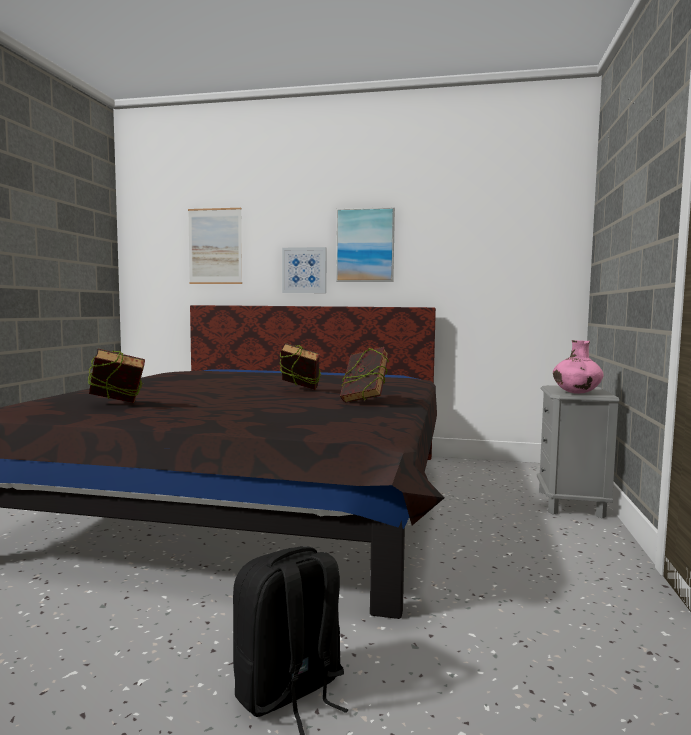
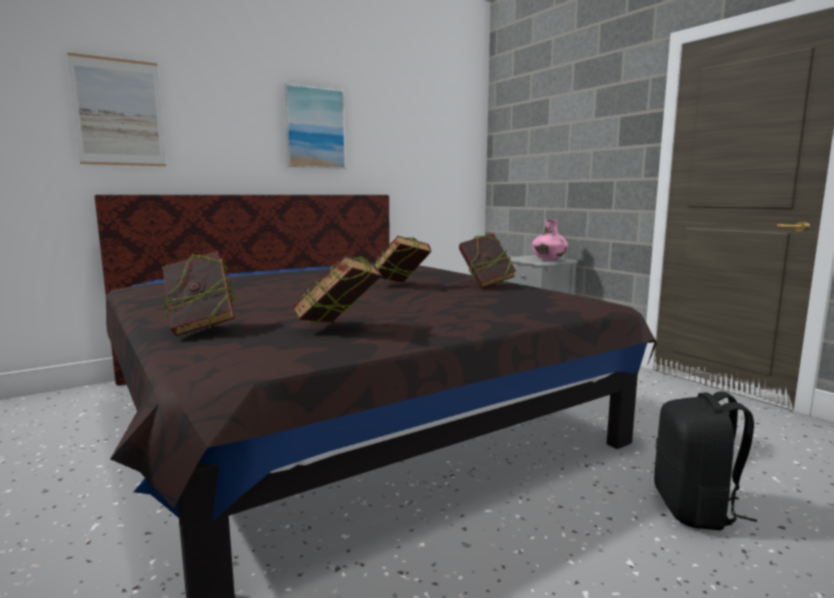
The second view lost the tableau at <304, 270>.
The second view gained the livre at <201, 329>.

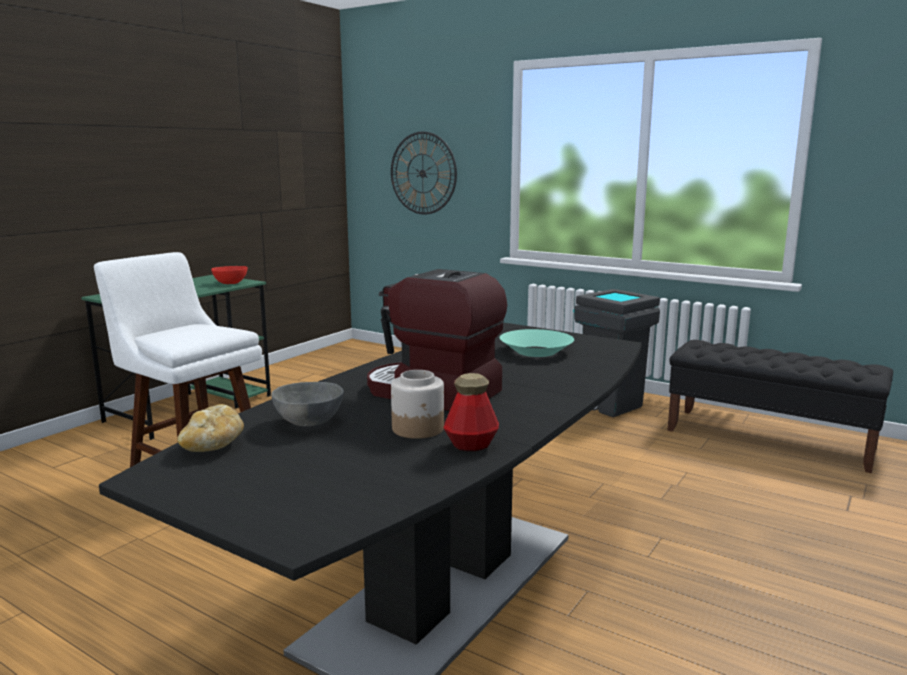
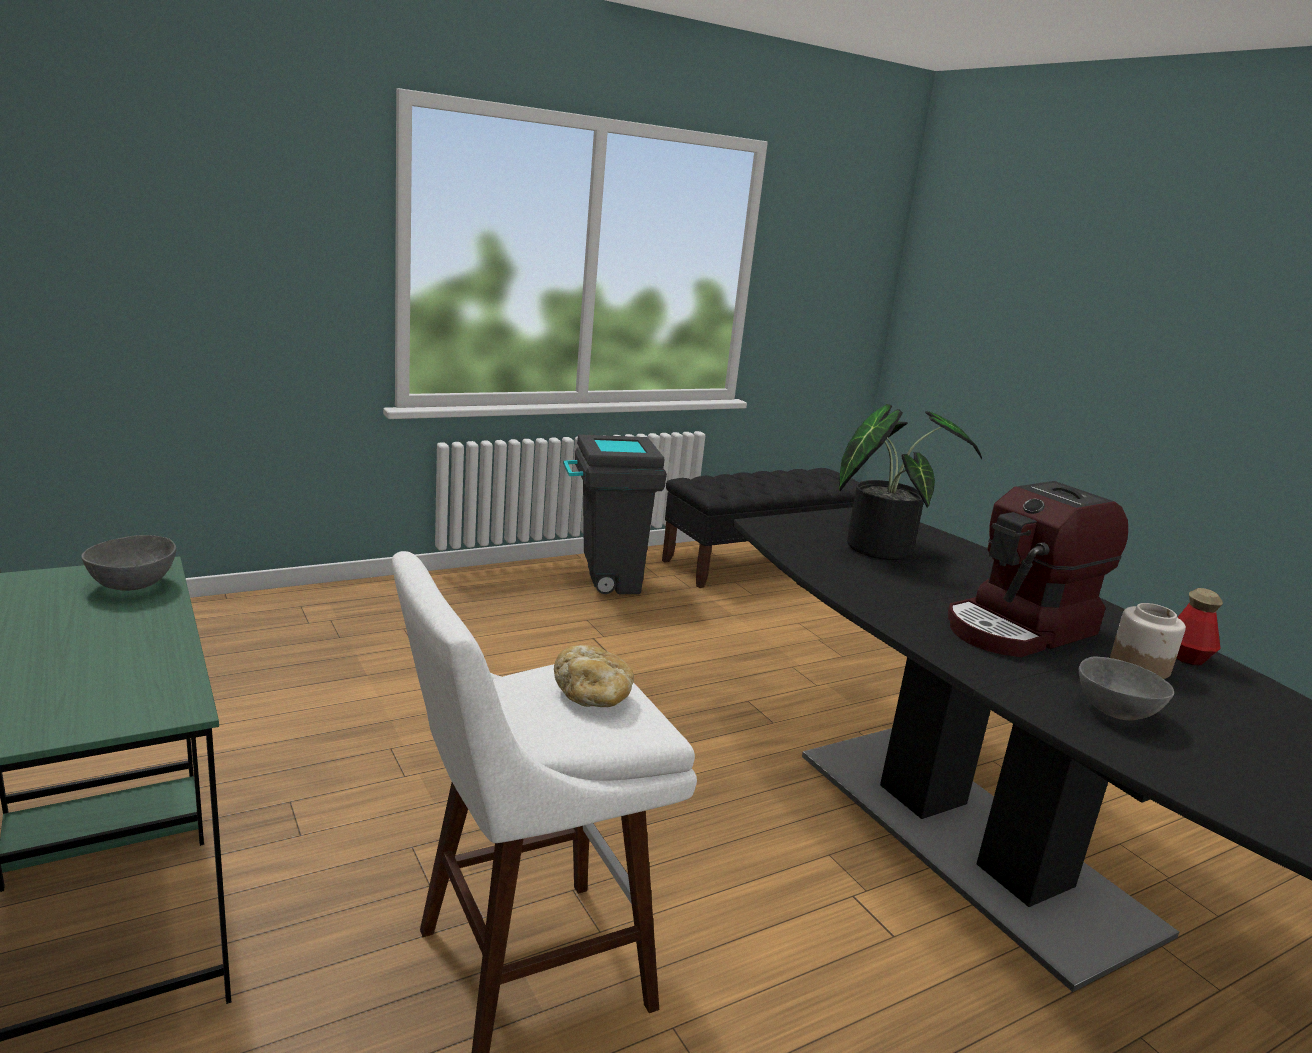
The second view lost the horloge murale at <423, 173>.
The pain ended up elsewhere, having gone from <213, 446> to <593, 696>.
Where the bol/turquoise stood at <536, 351>, the plante en pot came to stand at <880, 546>.
What was the bol/rouge at <231, 283> turned into the bol/gris at <135, 585>.

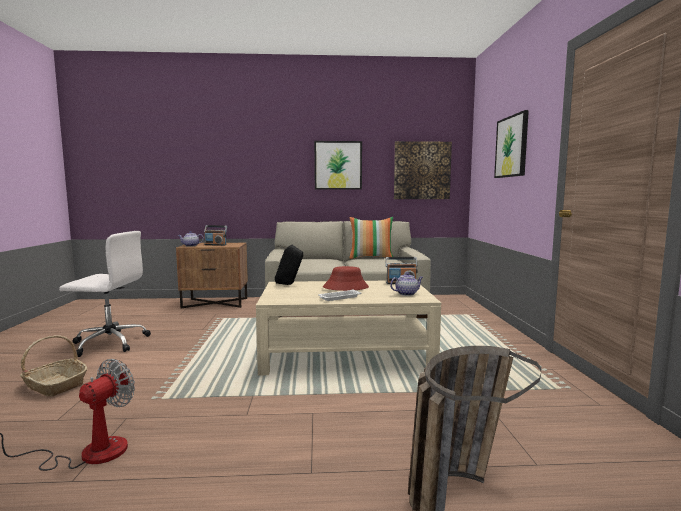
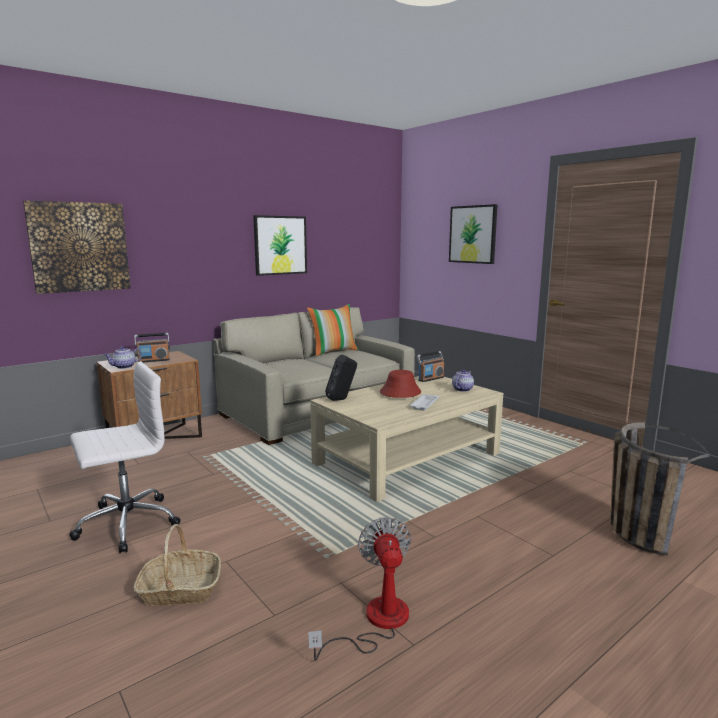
The tableau ended up elsewhere, having gone from <422, 170> to <79, 247>.

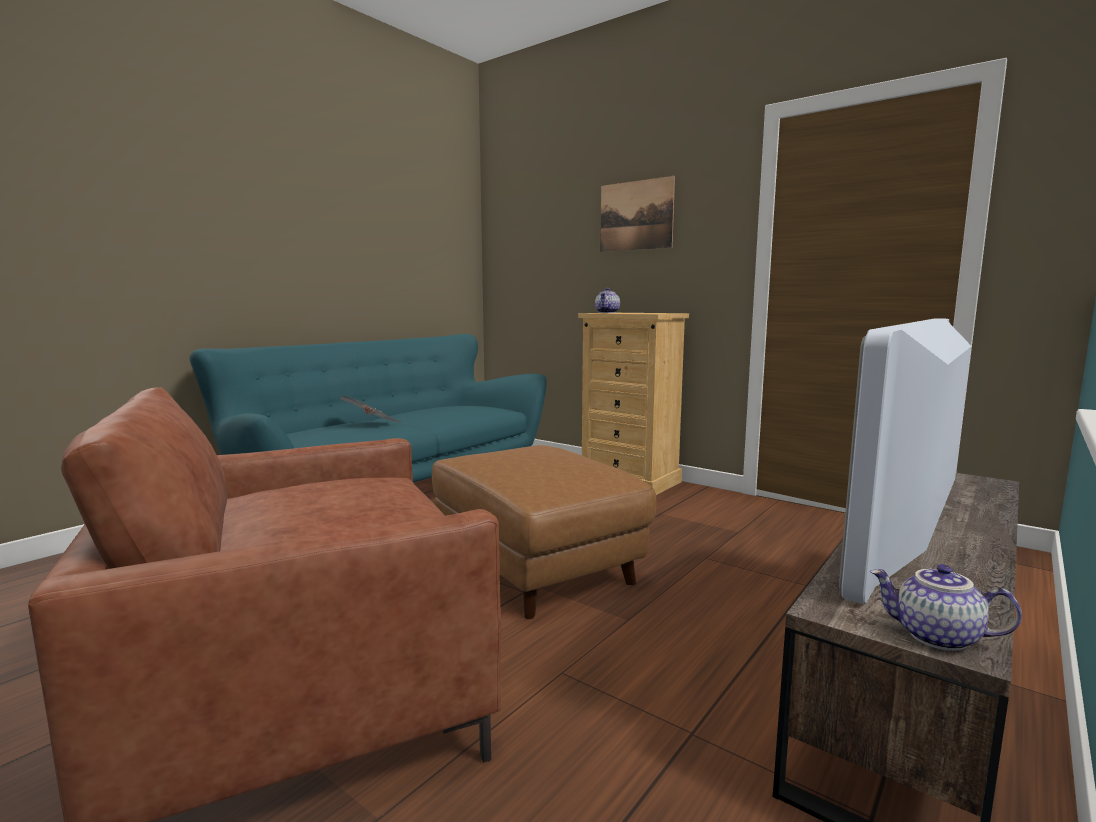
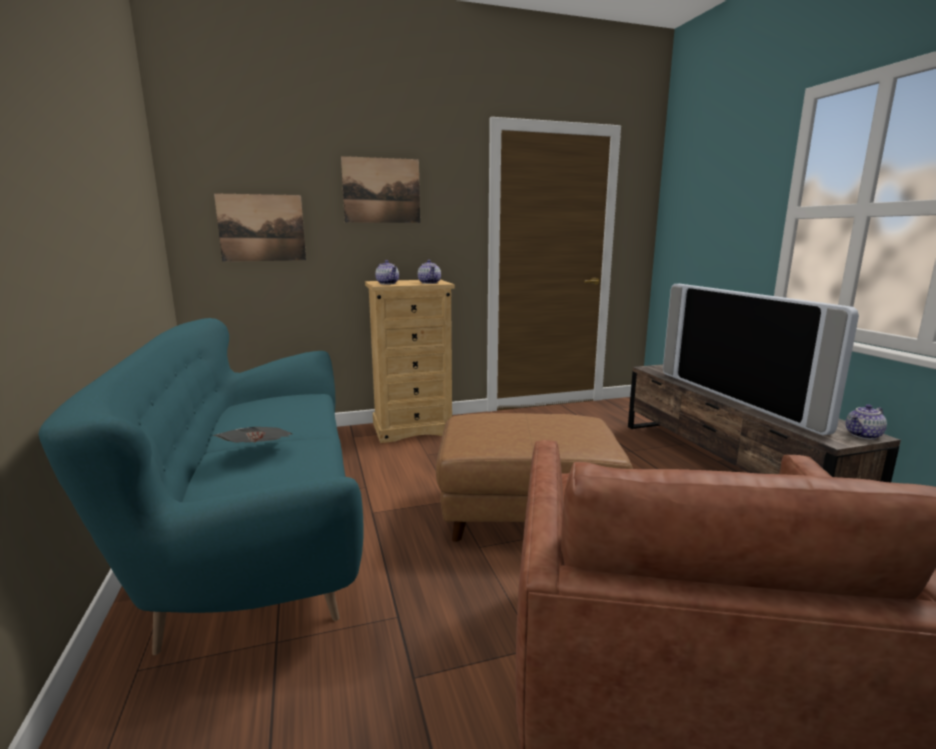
The second view gained the tableau at <261, 228>.
The second view gained the théière at <429, 283>.

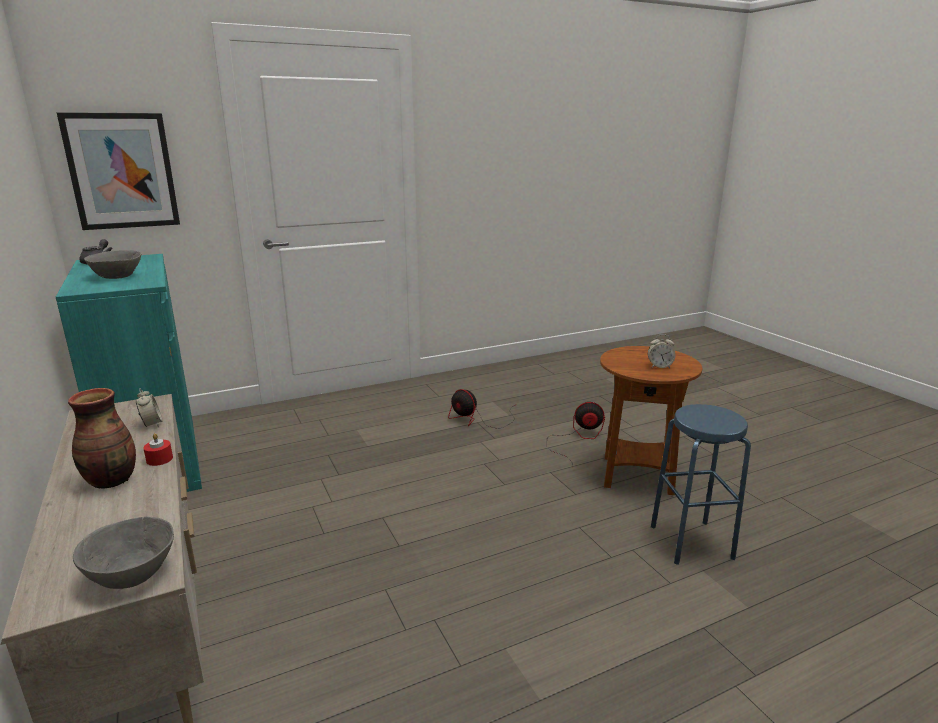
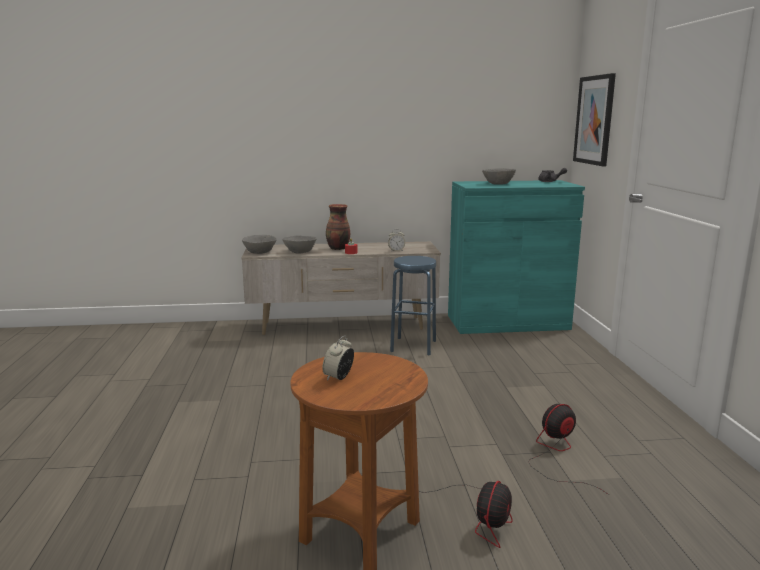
The second view gained the bol/gris at <300, 252>.
The tabouret/bleu ended up elsewhere, having gone from <691, 542> to <413, 346>.

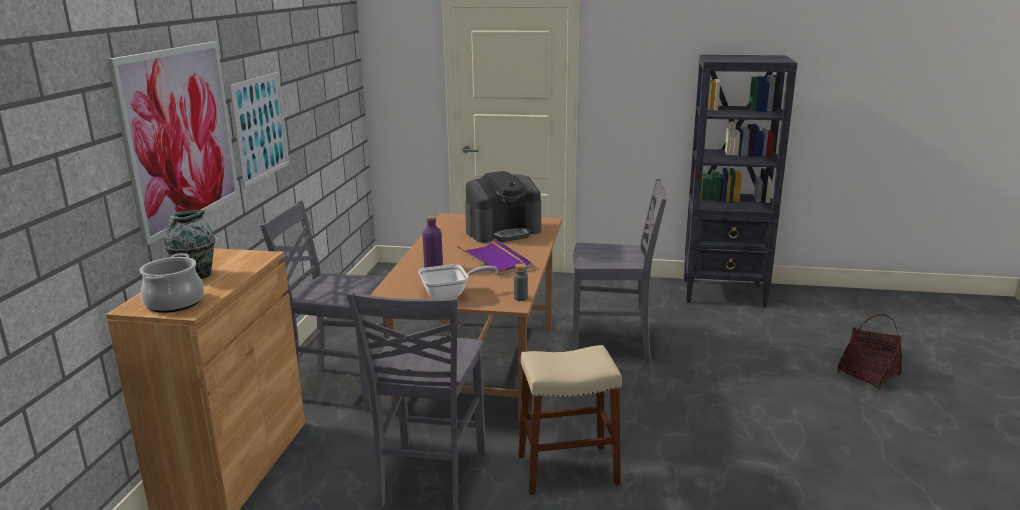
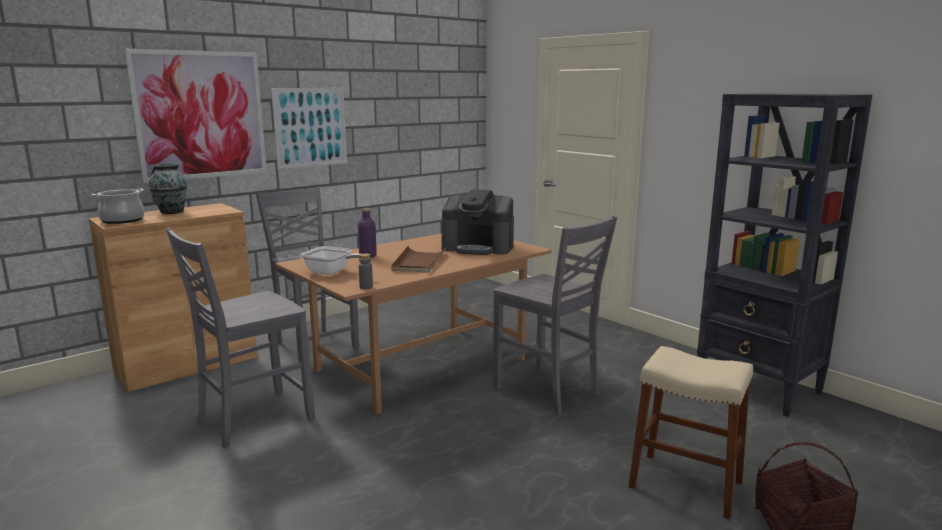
The tabouret/beige ended up elsewhere, having gone from <567, 469> to <686, 484>.
What was the plateau/violet at <494, 260> turned into the plateau/marron at <419, 262>.

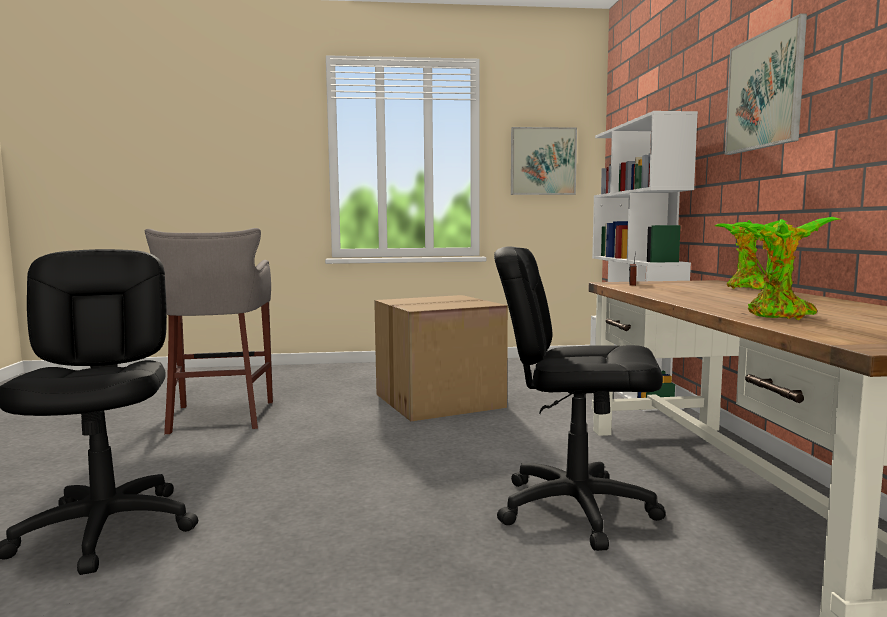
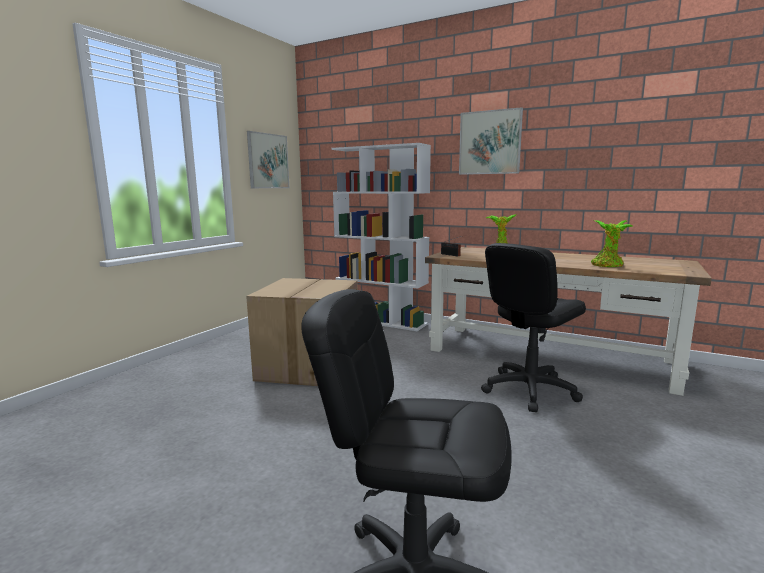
The second view lost the tabouret/gris at <219, 417>.

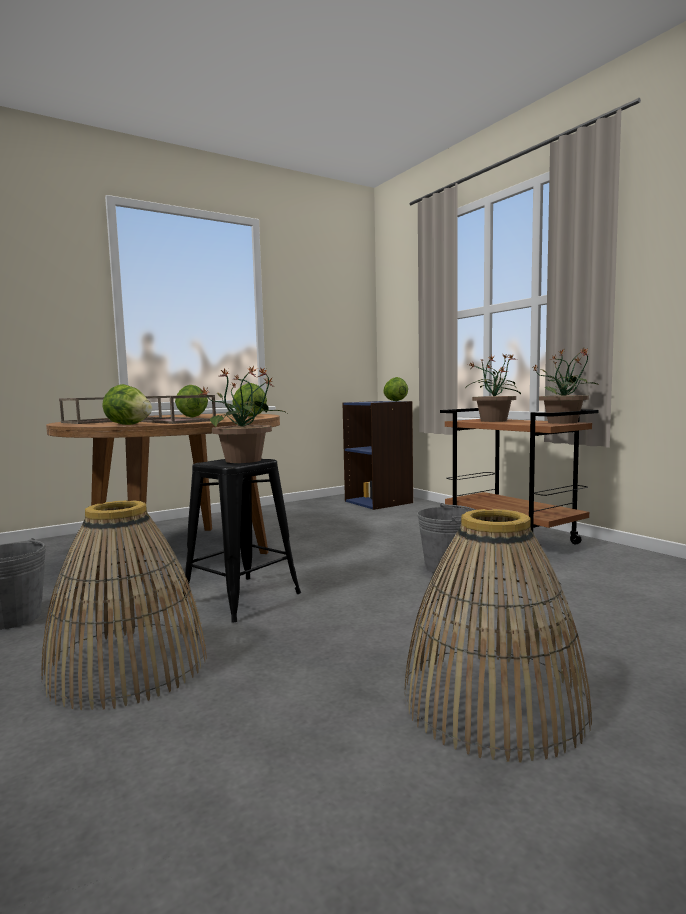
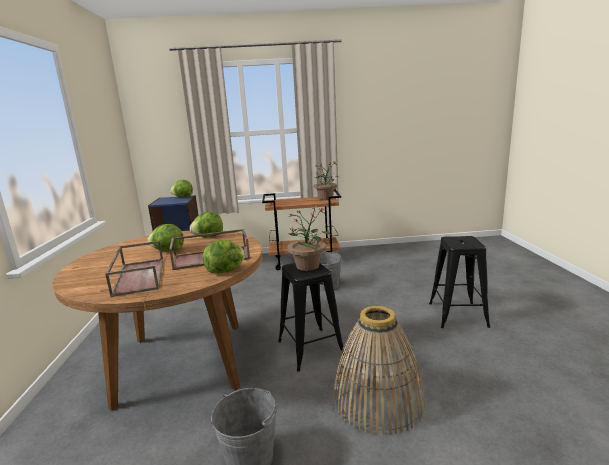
The second view lost the plante en pot at <493, 421>.
Where the panier stood at <493, 702>, the tabouret/noir came to stand at <457, 315>.

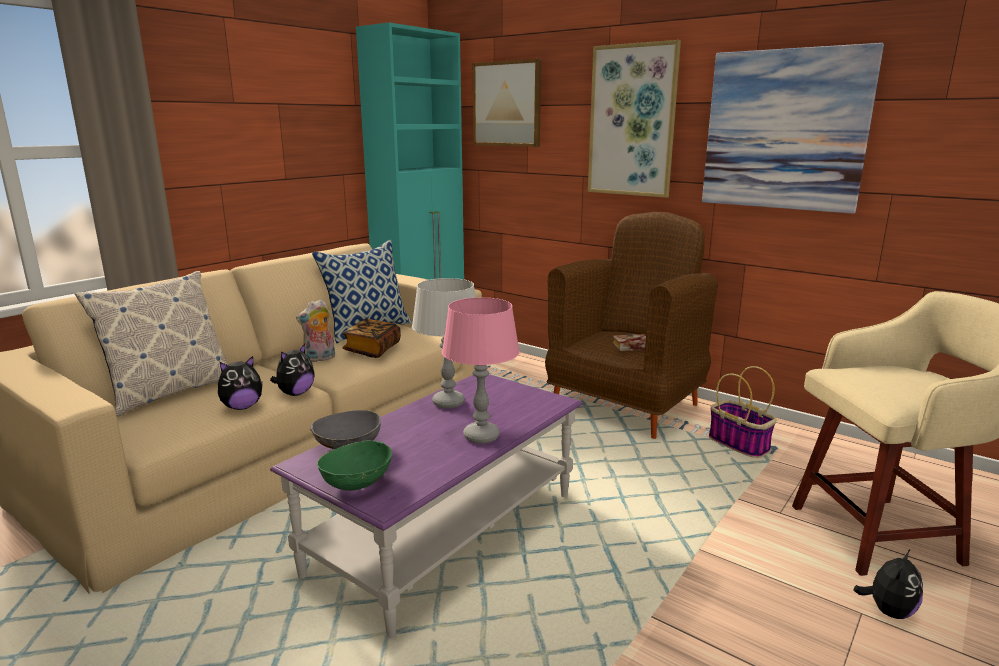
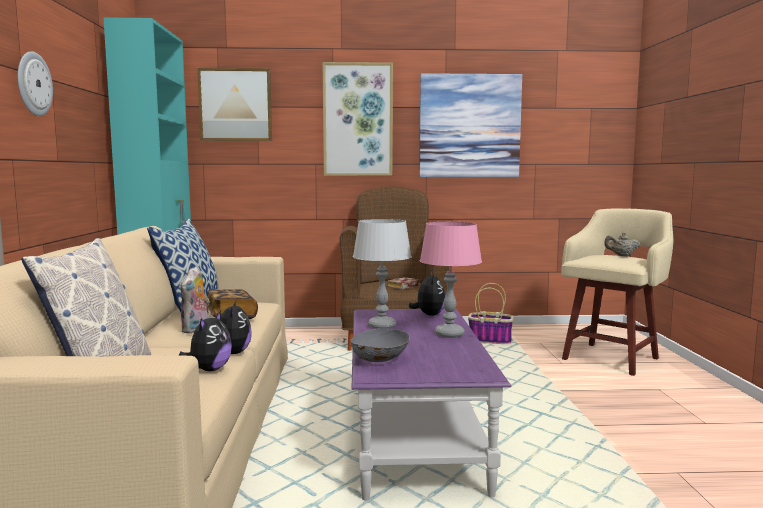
The second view lost the bol/vert at <357, 482>.
The second view gained the horloge murale at <33, 84>.
The second view gained the théière/beige at <621, 256>.
The peluche ended up elsewhere, having gone from <888, 611> to <428, 315>.

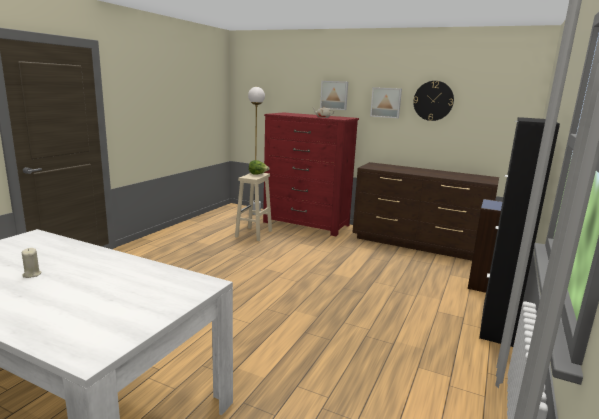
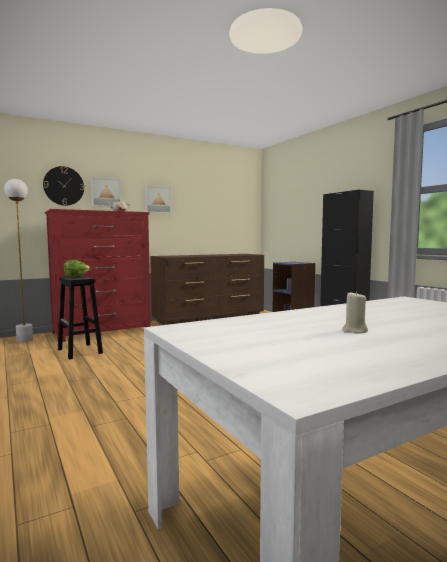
The horloge murale ended up elsewhere, having gone from <433, 100> to <63, 186>.
What was the tabouret/beige at <253, 234> turned into the tabouret/noir at <80, 351>.

